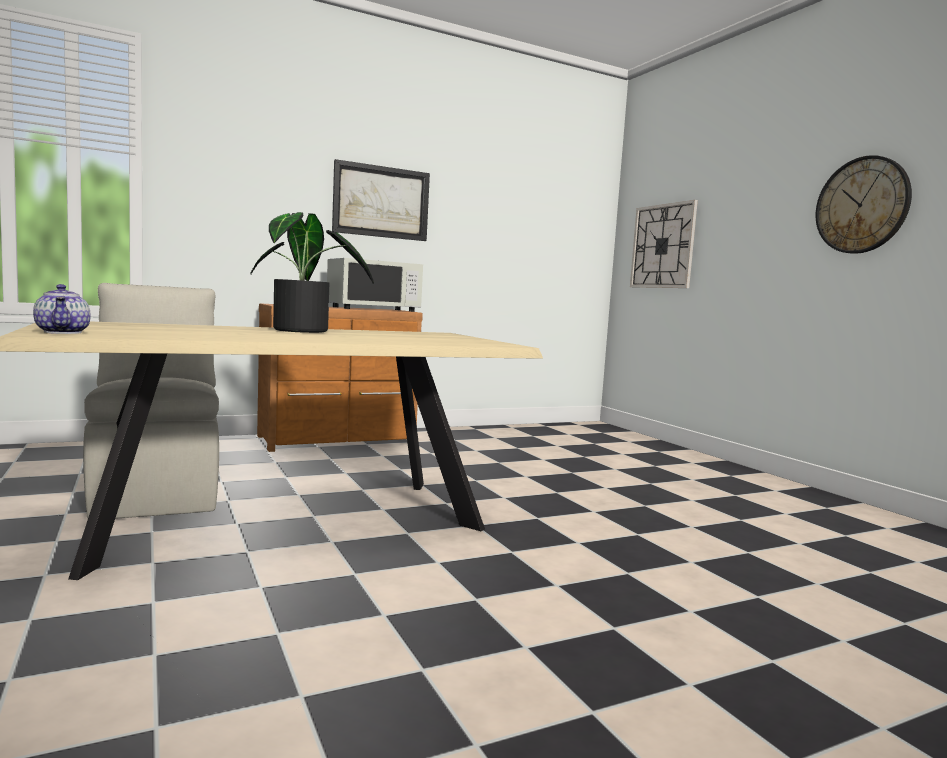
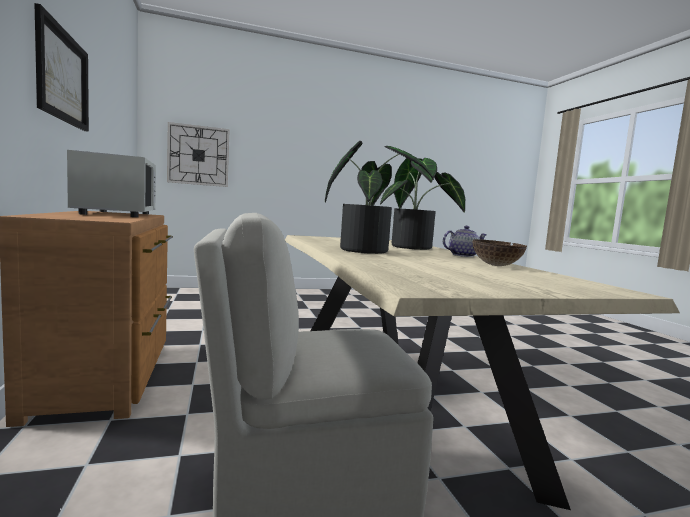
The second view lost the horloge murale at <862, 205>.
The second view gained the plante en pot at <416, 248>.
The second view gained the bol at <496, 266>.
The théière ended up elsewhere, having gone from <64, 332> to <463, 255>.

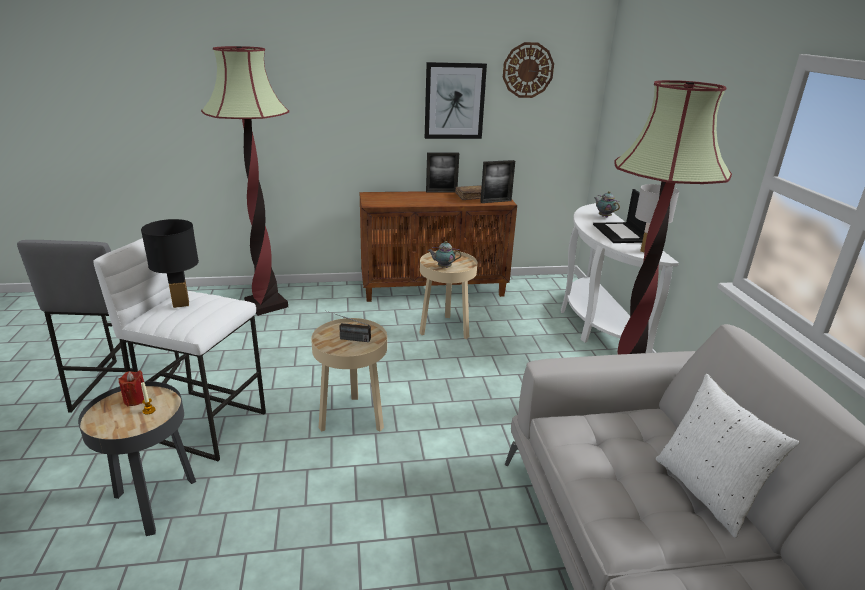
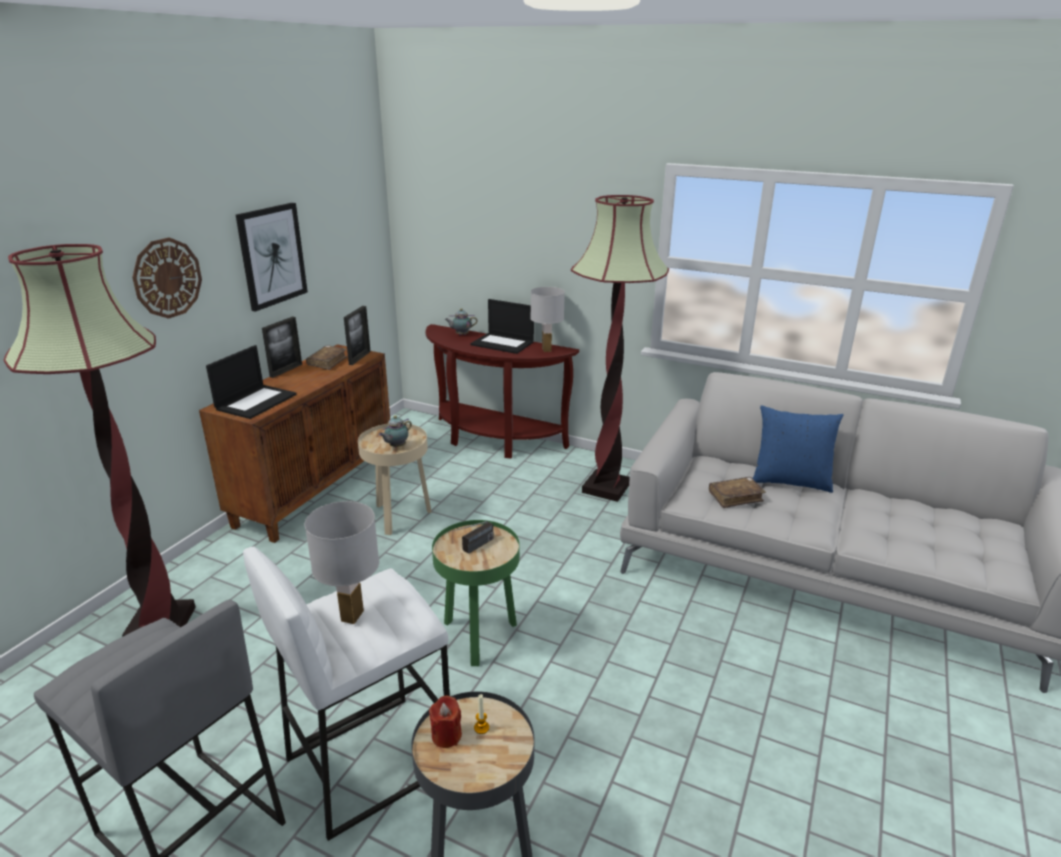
The second view gained the ordinateur portable at <256, 401>.
The second view gained the livre/marron at <735, 497>.
The horloge murale ended up elsewhere, having gone from <528, 70> to <167, 278>.
What was the lampe de table/noir at <180, 304> turned into the lampe de table/blanc at <352, 616>.
What was the table d'appoint/beige at <352, 418> turned into the table d'appoint/vert at <478, 636>.
What was the table console/blanc at <595, 324> turned into the table console/marron at <492, 440>.
What was the coussin/blanc at <706, 491> turned into the coussin/bleu at <790, 481>.

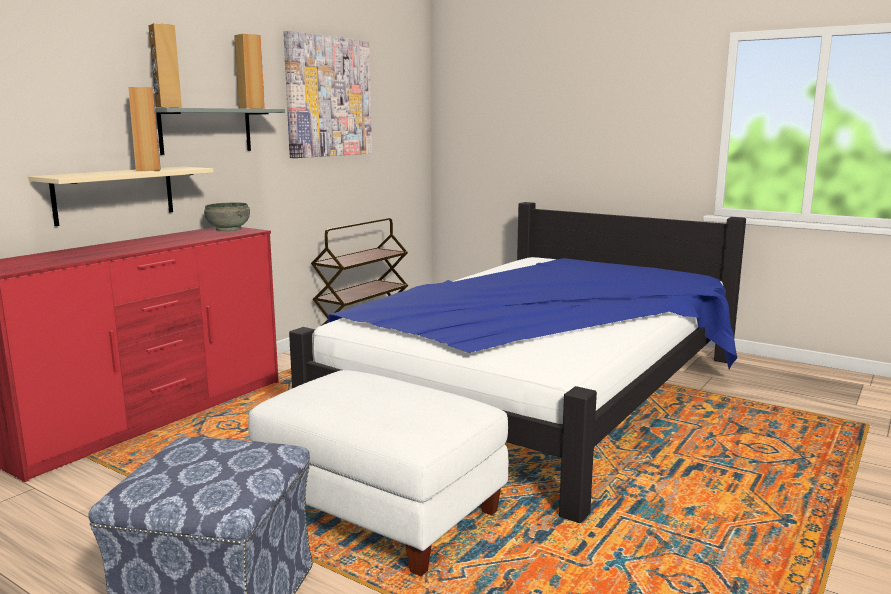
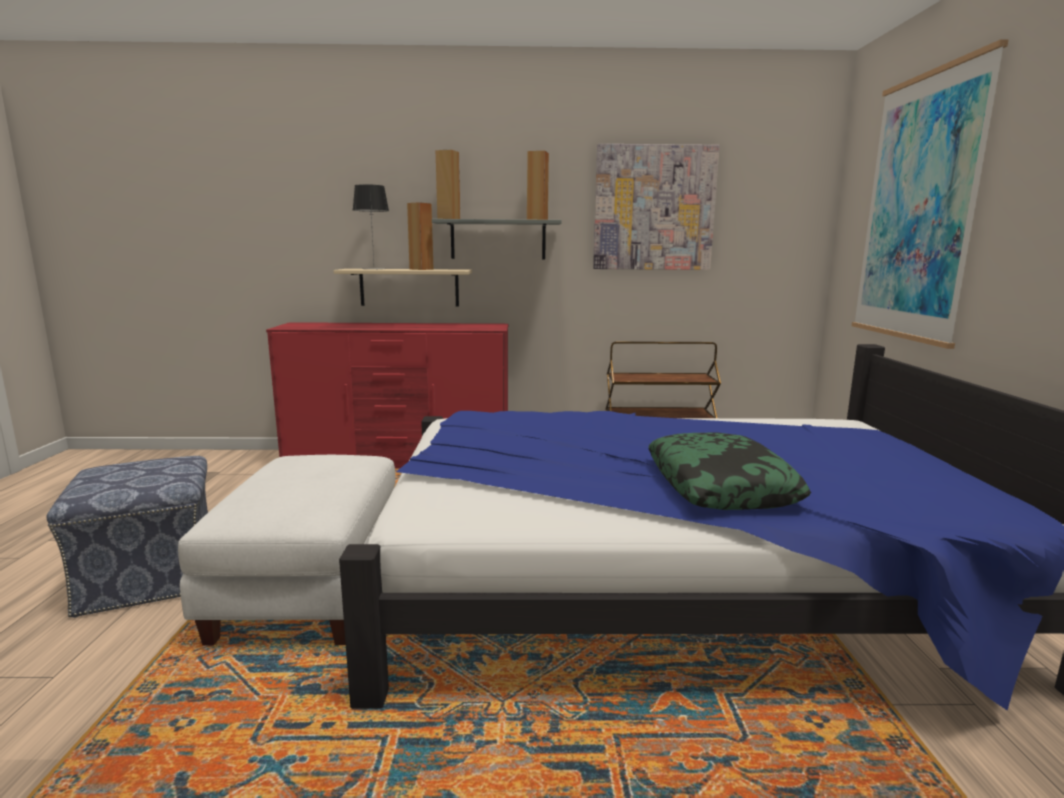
The second view lost the bol/gris at <229, 229>.
The second view gained the lampe de table at <374, 269>.
The second view gained the coussin at <720, 486>.
The second view gained the tableau at <918, 209>.

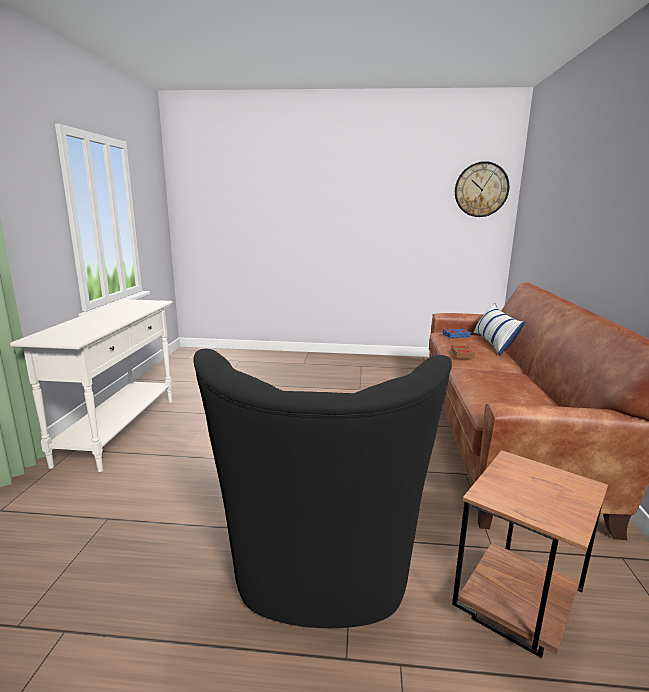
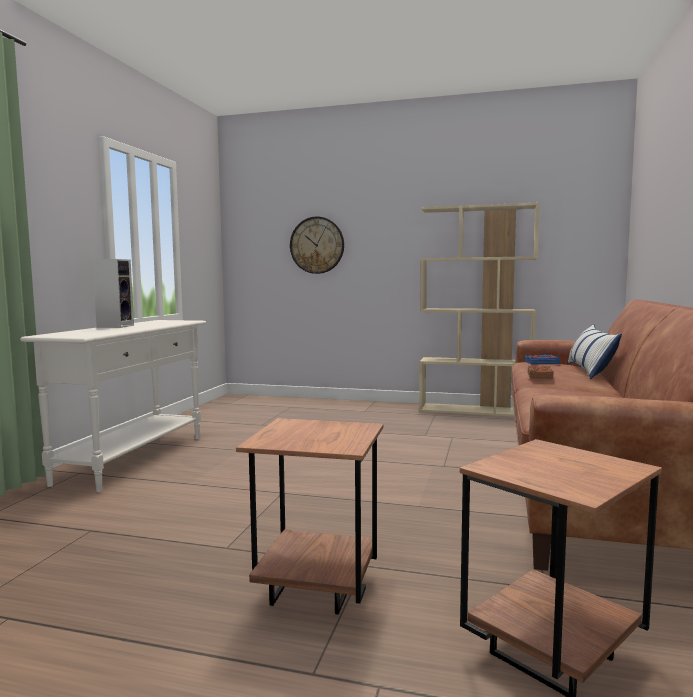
The second view gained the enceinte at <115, 326>.
The second view gained the bibliothèque/beige at <475, 410>.
The horloge murale ended up elsewhere, having gone from <481, 189> to <317, 245>.
Where the fauteuil/noir stood at <322, 569>, the table d'appoint/marron came to stand at <315, 591>.

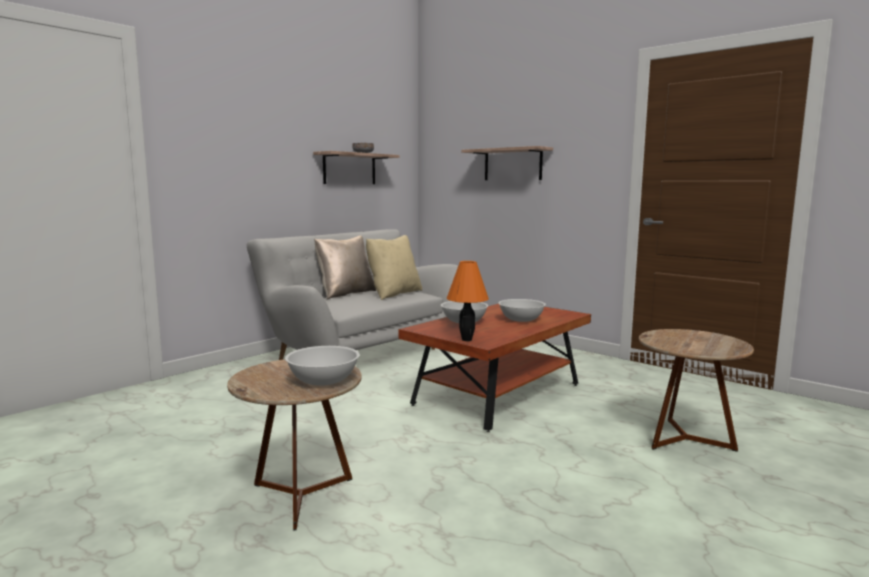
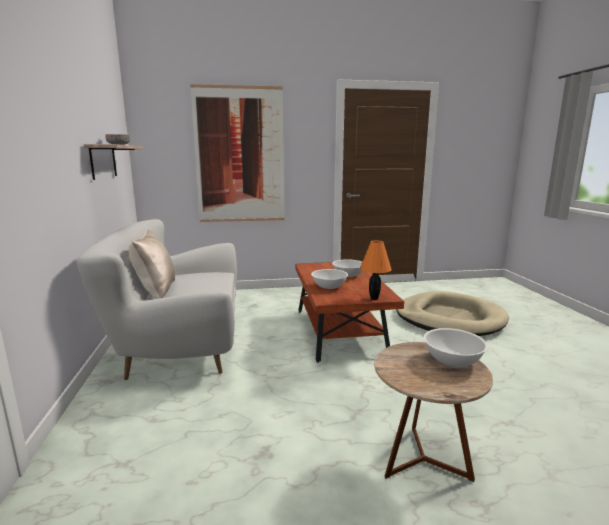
The second view lost the coussin/beige at <393, 294>.
Where the étagère hung at <513, 164>, the tableau came to hang at <240, 156>.
Where the table d'appoint/marron stood at <685, 439>, the panier pour chien/beige came to stand at <449, 318>.

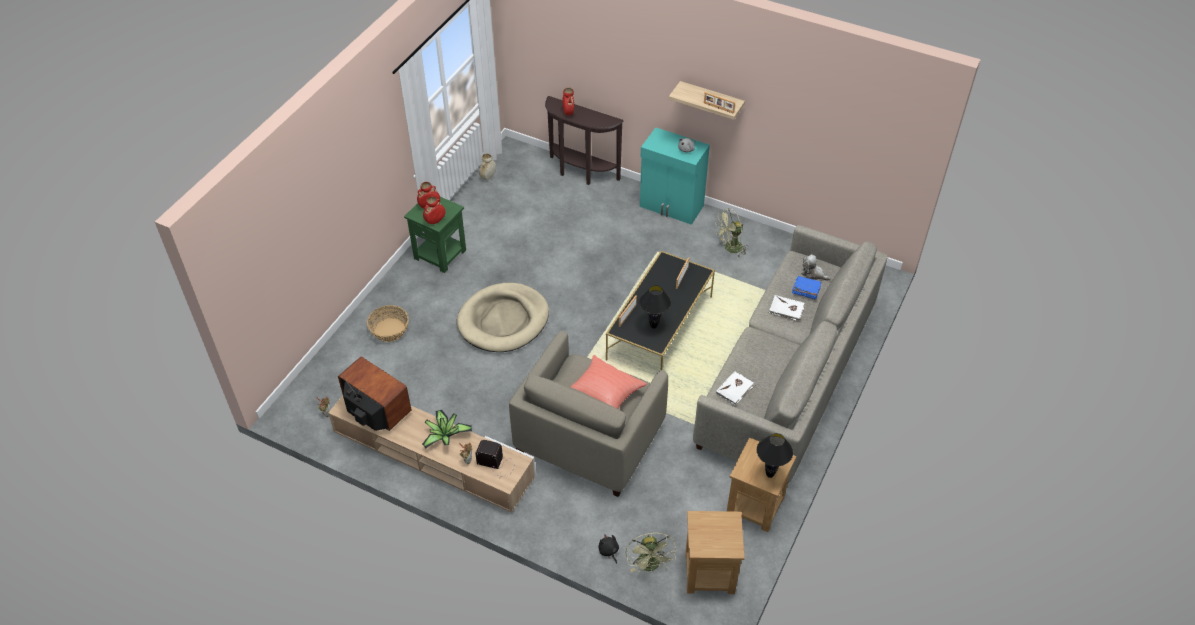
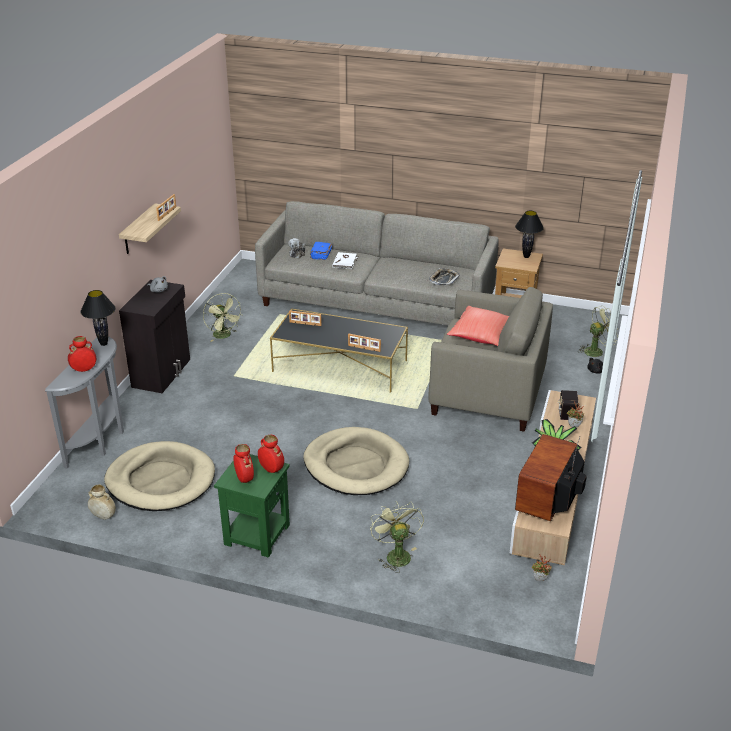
The second view lost the table d'appoint/marron at <709, 572>.
The second view gained the panier pour chien/beige at <161, 480>.
The lampe de table/noir ended up elsewhere, having gone from <653, 326> to <104, 344>.
Where the panier stood at <389, 330>, the ventilateur/vert came to stand at <395, 554>.
Where the livre/blanc stood at <735, 389>, the plateau came to stand at <444, 279>.
What was the table console/marron at <580, 173> turned into the table console/gris at <101, 440>.
What was the meuble de rangement/turquoise at <671, 206> turned into the meuble de rangement/noir at <162, 373>.

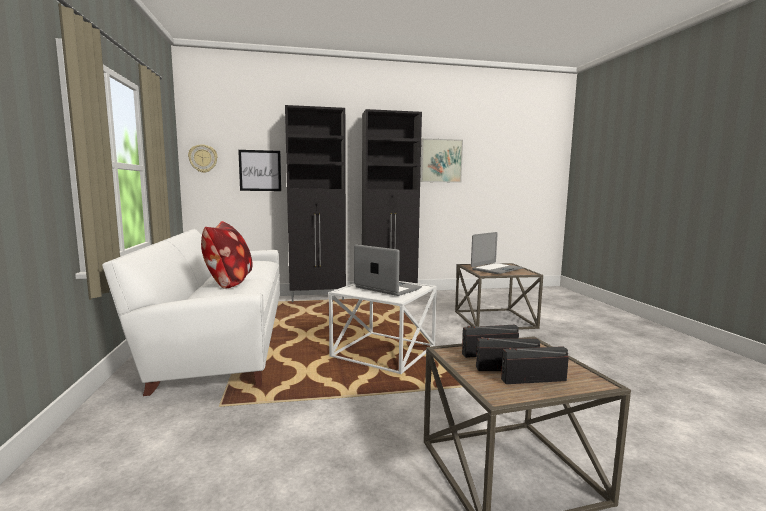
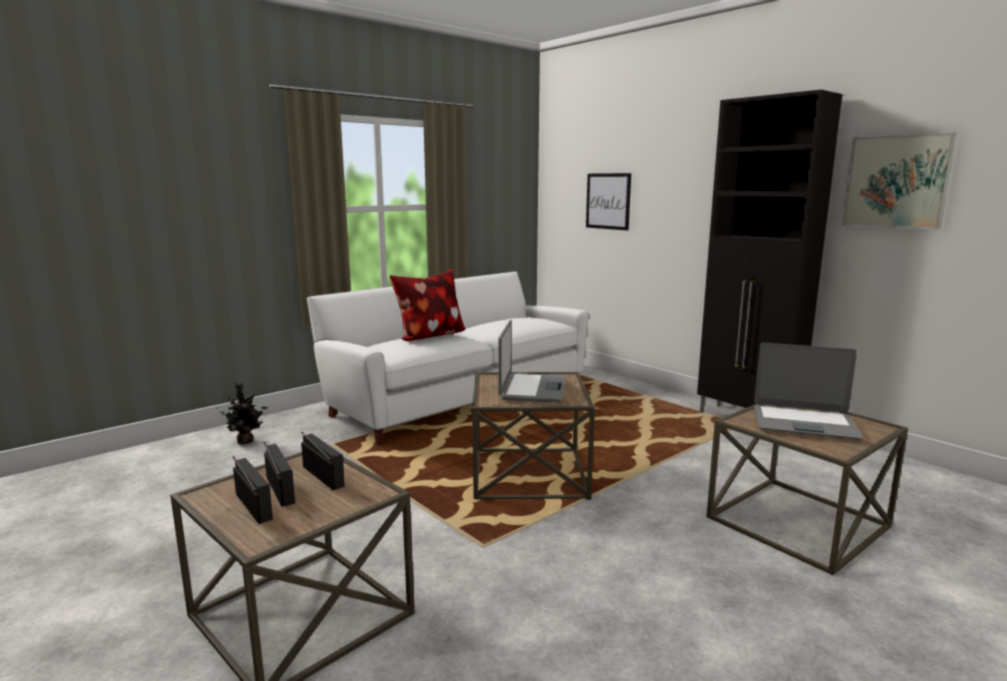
The second view lost the horloge murale at <203, 158>.
The second view lost the meuble de rangement/noir at <318, 299>.
The second view gained the plante en pot at <246, 441>.
What was the table d'appoint/blanc at <383, 351> turned into the table d'appoint/marron at <528, 473>.

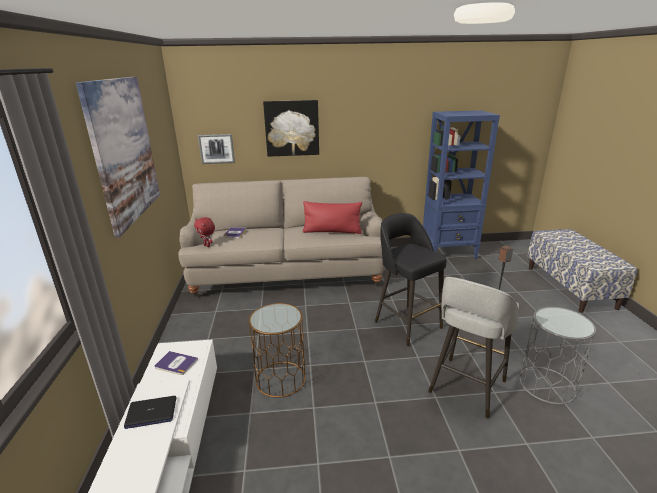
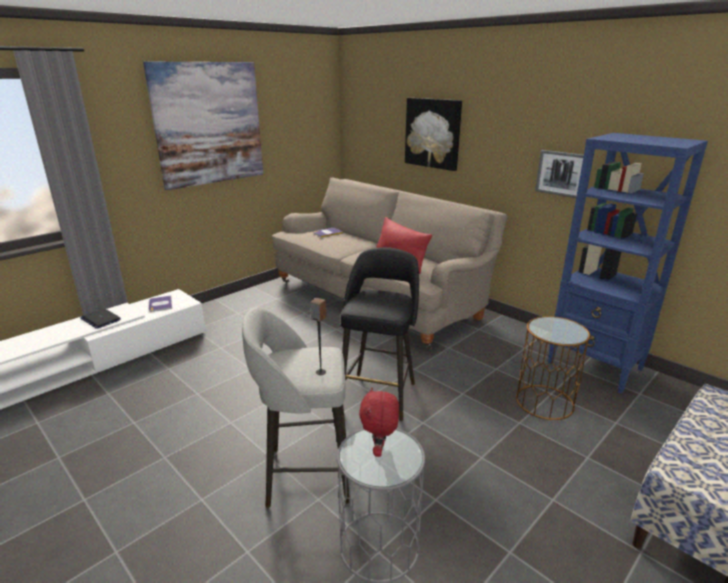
The peluche/rouge ended up elsewhere, having gone from <207, 245> to <379, 450>.
The tableau ended up elsewhere, having gone from <216, 148> to <562, 173>.
The table d'appoint/marron ended up elsewhere, having gone from <280, 379> to <544, 402>.

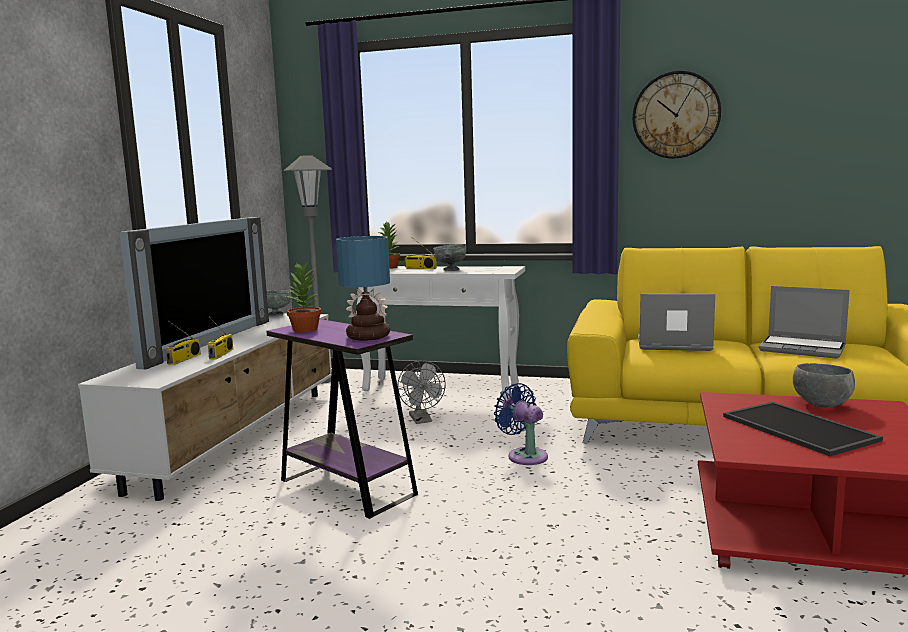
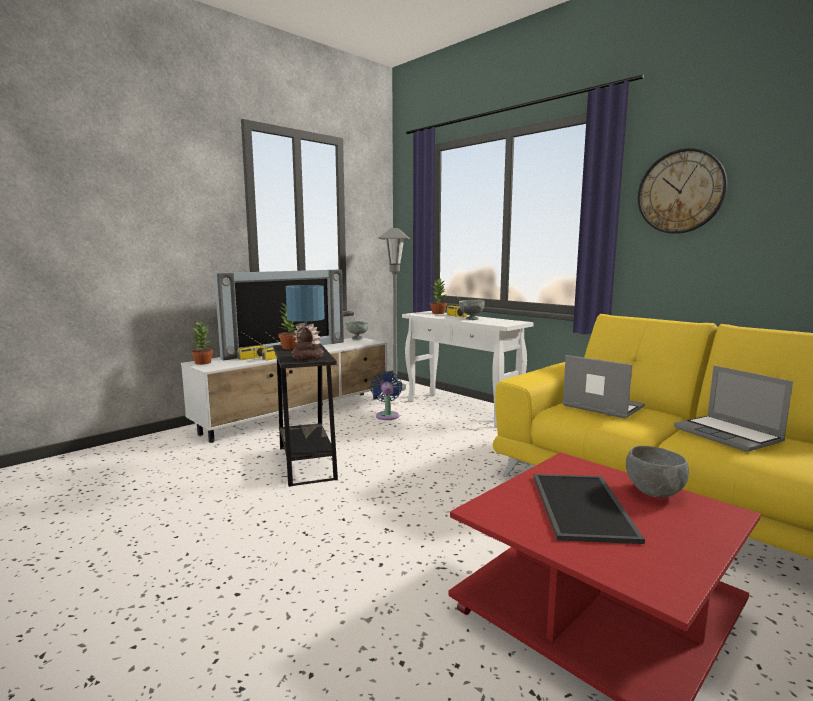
The second view lost the ventilateur/gris at <422, 420>.
The second view gained the plante en pot at <203, 363>.
The ventilateur/bleu ended up elsewhere, having gone from <524, 455> to <387, 415>.
What was the table d'appoint/violet at <347, 487> turned into the table d'appoint/noir at <306, 463>.

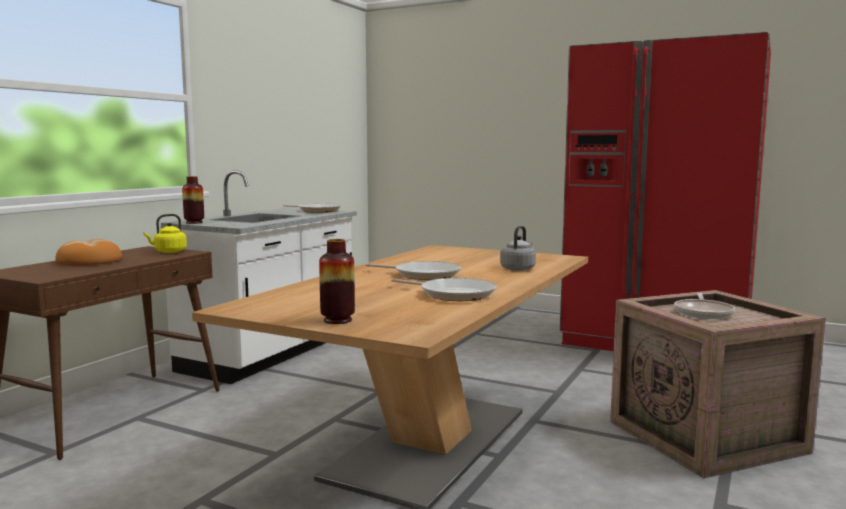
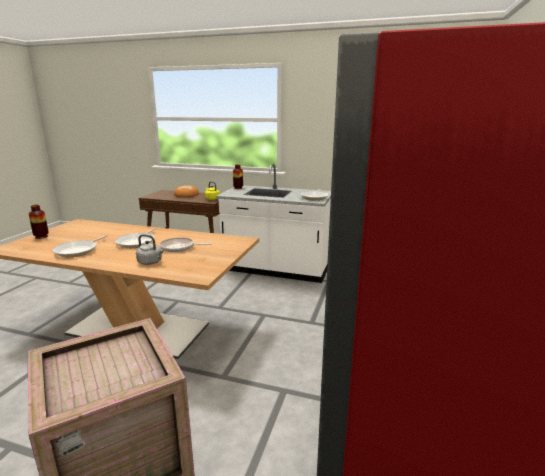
The poêle ended up elsewhere, having gone from <703, 313> to <179, 248>.

